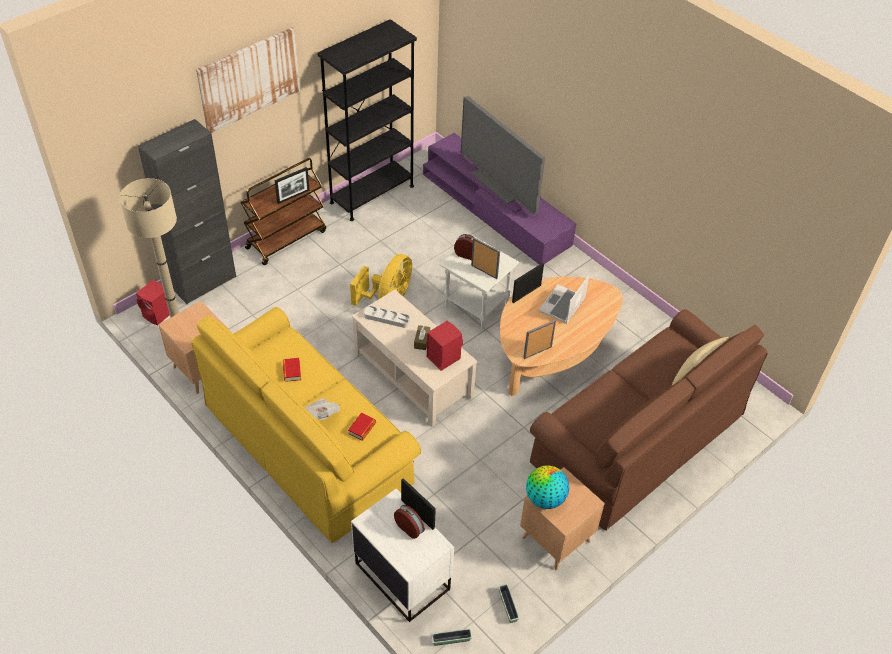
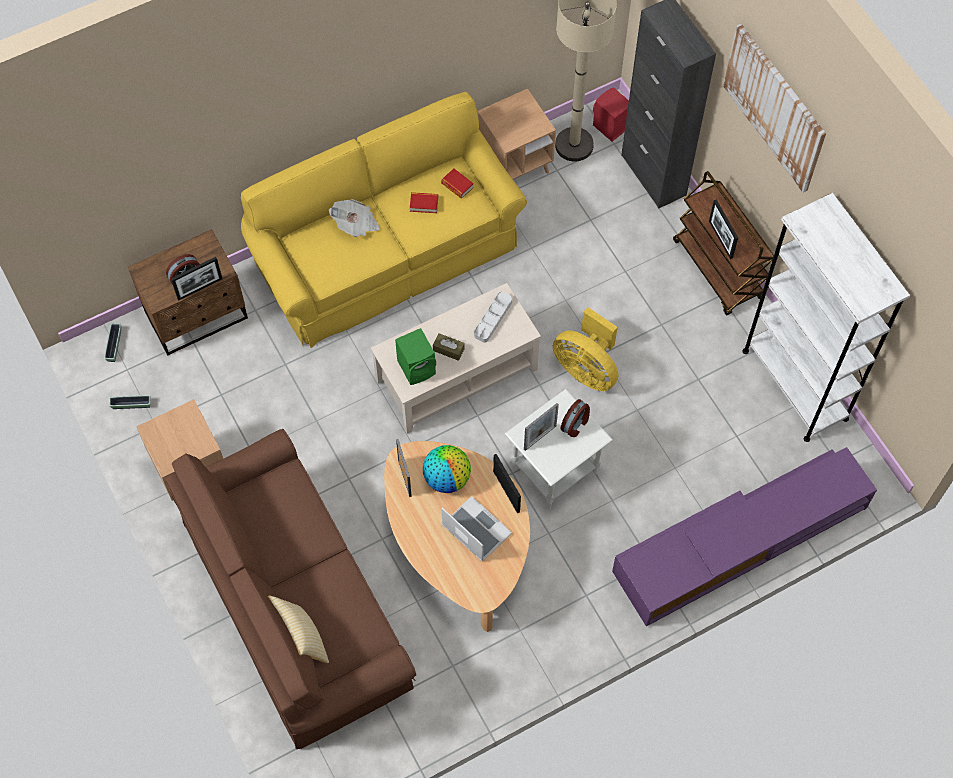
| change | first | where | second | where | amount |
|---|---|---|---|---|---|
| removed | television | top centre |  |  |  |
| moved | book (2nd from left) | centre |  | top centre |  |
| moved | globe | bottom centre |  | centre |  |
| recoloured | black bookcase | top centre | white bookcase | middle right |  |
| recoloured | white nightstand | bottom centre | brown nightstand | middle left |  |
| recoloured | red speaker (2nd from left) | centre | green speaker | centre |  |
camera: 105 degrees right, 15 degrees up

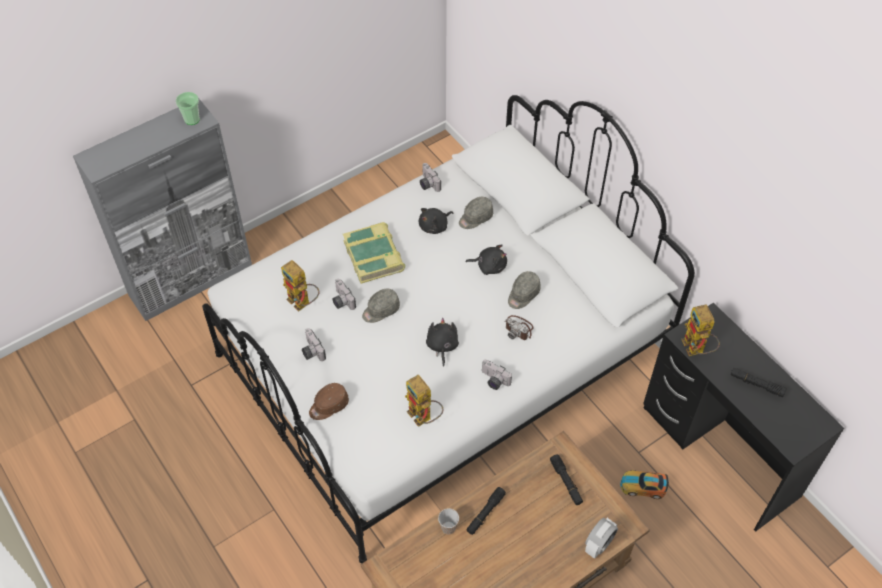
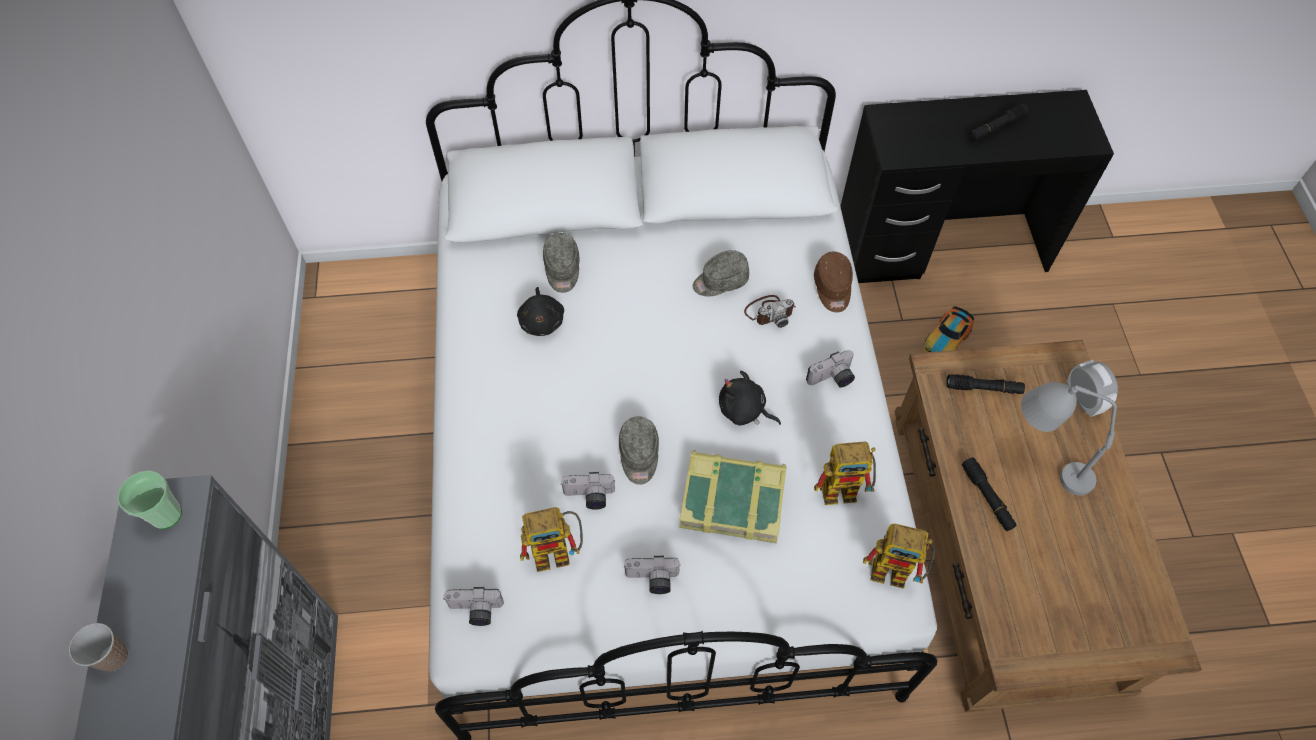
| change | first | where | second | where | amount |
|---|---|---|---|---|---|
| removed | black plush toy (3rd from left) | centre |  |  |  |
| added |  |  | grey table lamp | middle right |  |
| moved | brown cap | bottom centre |  | centre |  |
| moved | book | centre |  | bottom centre |  |
| moved | photo camera (3rd from left in the first image) | top centre | photo camera (1st from left) | bottom centre |  |
| moved | cup (2nd from left in the first image) | bottom centre | cup (1st from left) | bottom left |  |
| moved | toy robot (3rd from left) | middle right |  | bottom right |  |
| turned | grey cap (3rd from left) | centre |  | centre | 90 degrees clockwise |
camera: 60 degrees left, 5 degrees up

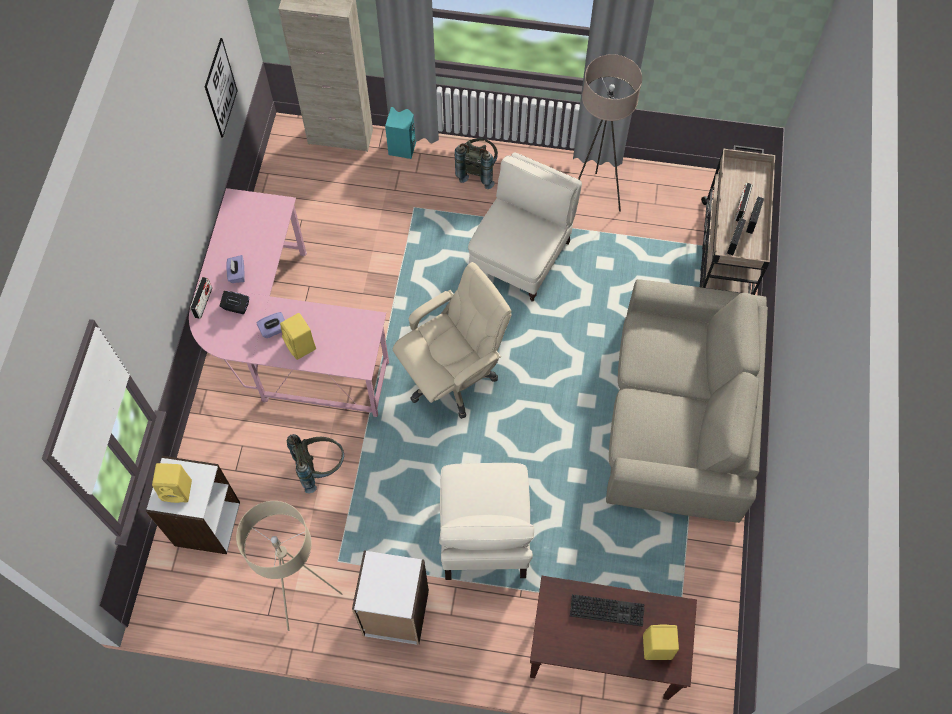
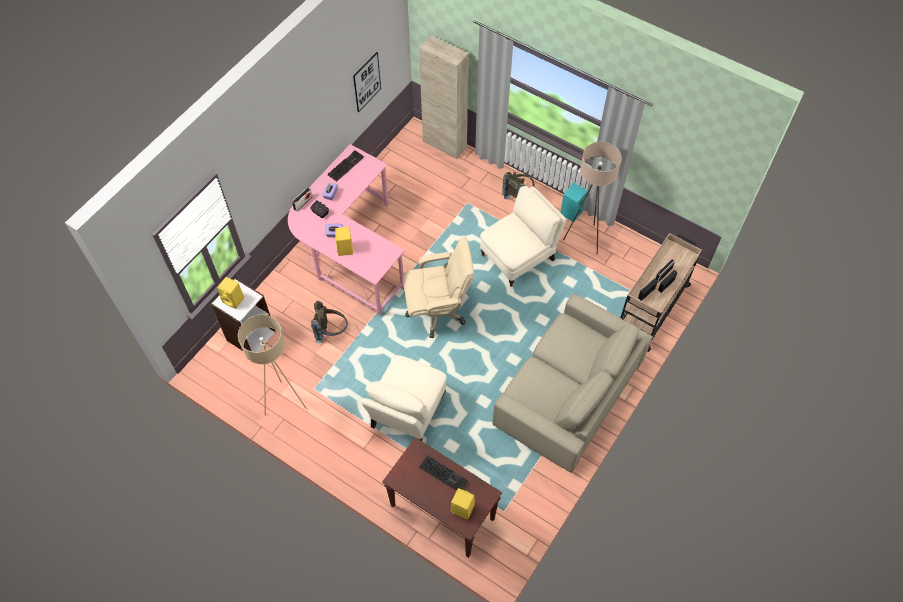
| change | first | where | second | where | amount |
|---|---|---|---|---|---|
| removed | white bookcase (2nd from left) | bottom centre |  |  |  |
| added |  |  | keyboard (1st from left) | top centre |  |
| moved | turquoise speaker | top centre |  | centre |  |
camera: 25 degrees right, 5 degrees down

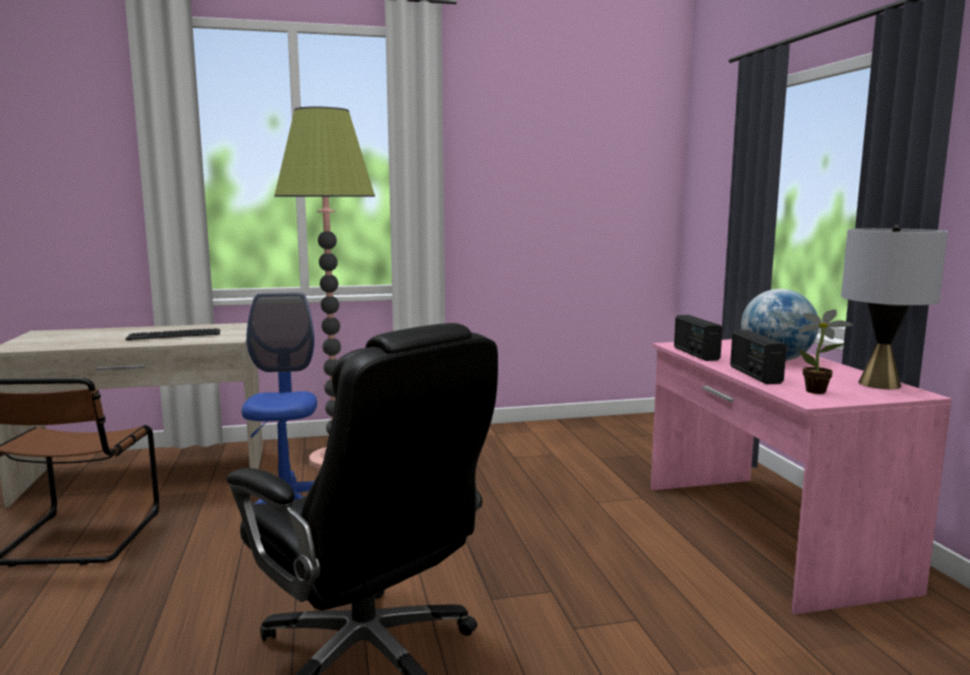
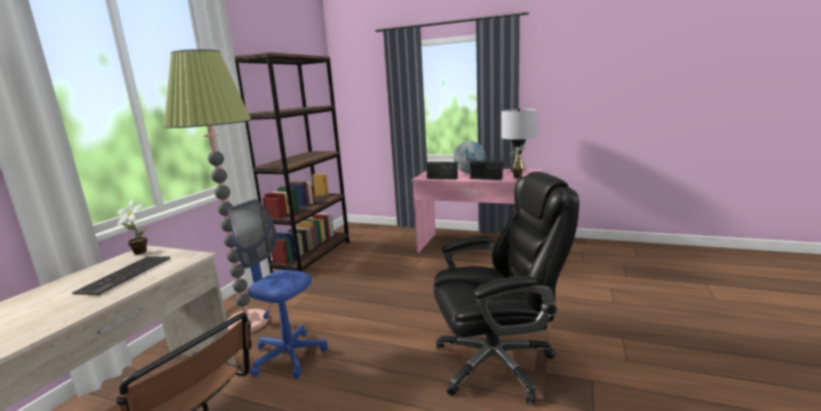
| change | first | where | second | where | amount |
|---|---|---|---|---|---|
| added |  |  | potted plant (1st from left) | middle left |  |
| added |  |  | brown bookcase | centre |  |
camera: 55 degrees left, 5 degrees up

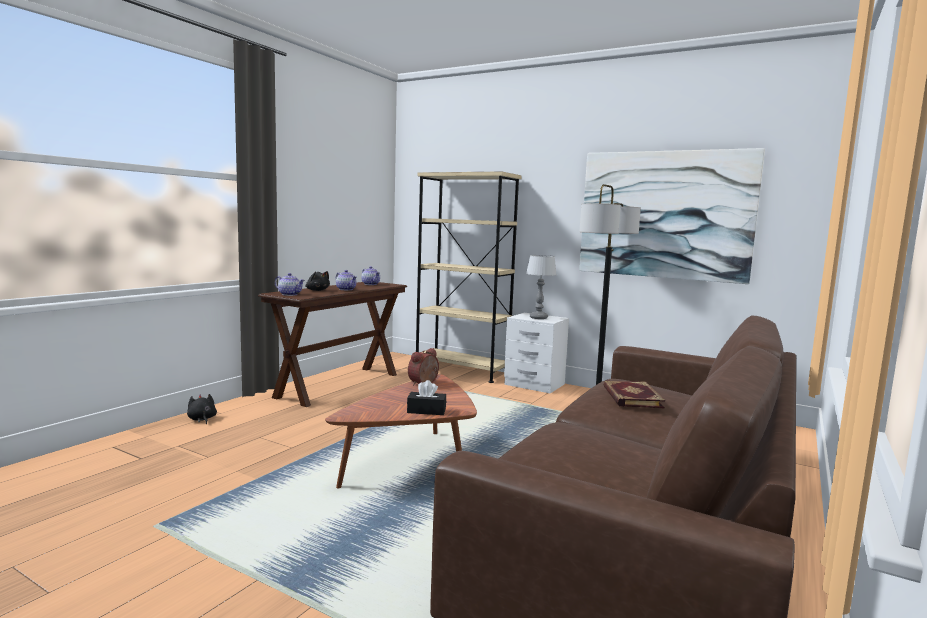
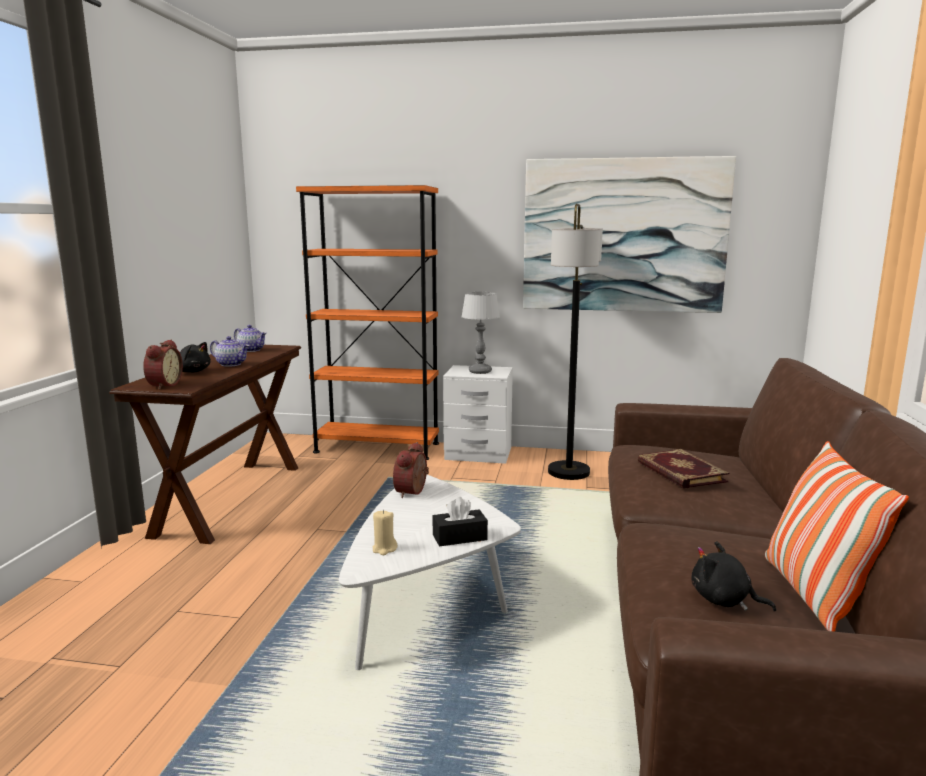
| change | first | where | second | where | amount |
|---|---|---|---|---|---|
| added |  |  | beige candle | bottom centre |  |
| added |  |  | pillow | bottom right |  |
| moved | black plush toy (1st from left in the first image) | middle left | black plush toy (2nd from left) | bottom right |  |
| replaced | teapot (1st from left) | middle left | alarm clock (1st from left) | middle left |  |
| recoloured | brown coffee table | bottom centre | white coffee table | bottom centre |  |
| recoloured | beige bookcase | centre | orange bookcase | centre |  |
camera: 20 degrees left, 5 degrees up

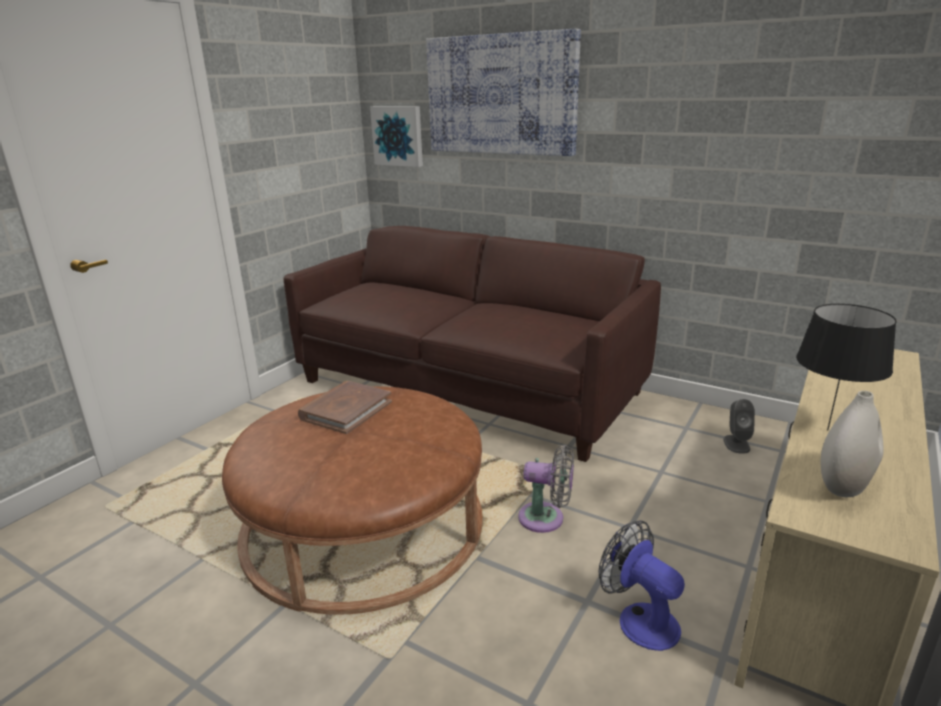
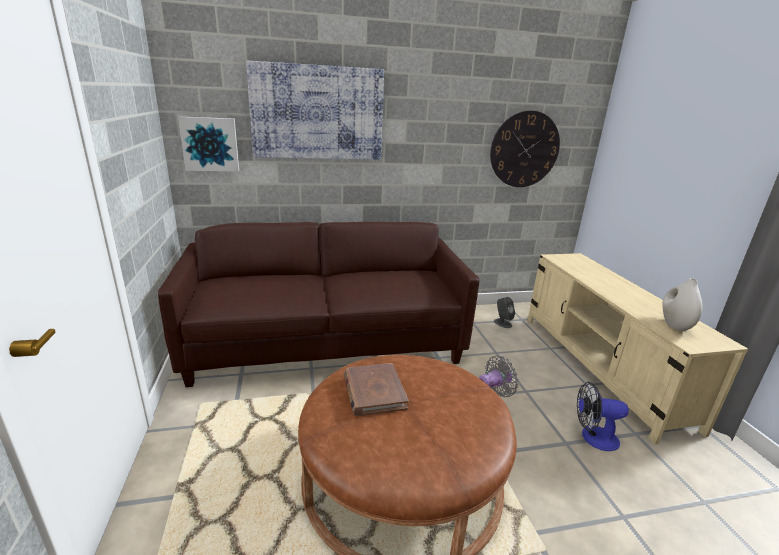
| change | first | where | second | where | amount |
|---|---|---|---|---|---|
| removed | black table lamp | middle right |  |  |  |
| added |  |  | wall clock | top right |  |
camera: 45 degrees left, 0 degrees up

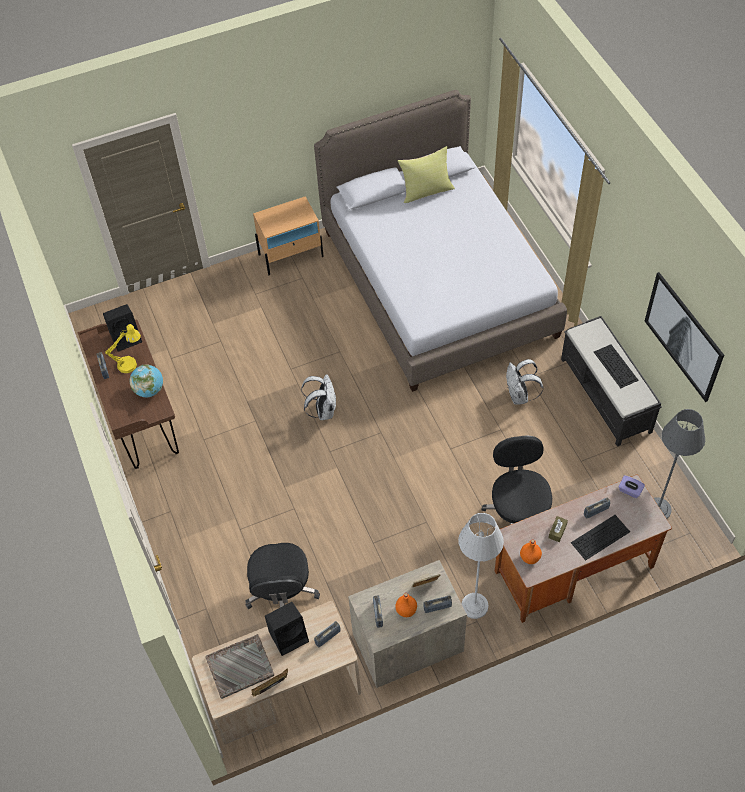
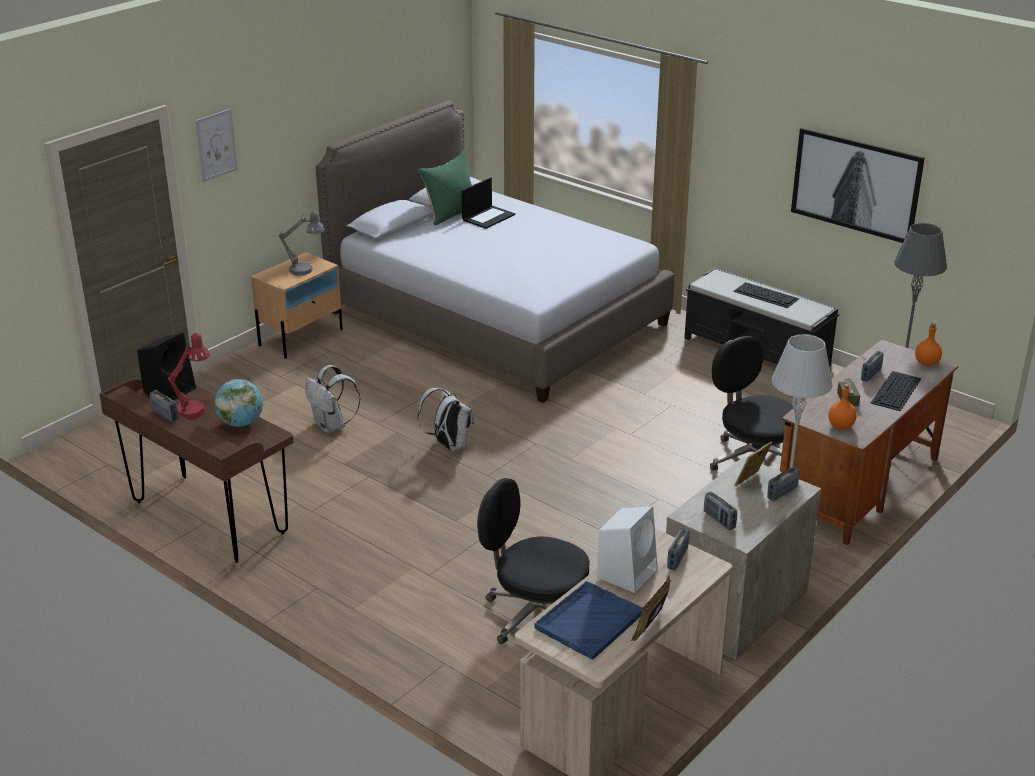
| change | first | where | second | where | amount |
|---|---|---|---|---|---|
| removed | purple tissue box | middle right |  |  |  |
| added |  |  | picture (1st from left) | top left |  |
| added |  |  | grey table lamp | top left |  |
| added |  |  | laptop | top centre |  |
| moved | orange bottle (1st from left in the first image) | bottom centre | orange bottle (2nd from left) | middle right |  |
| moved | white backpack (2nd from left in the first image) | middle right | white backpack (1st from left) | middle left |  |
| recoloured | yellow table lamp | middle left | red table lamp | middle left |  |
| recoloured | grey tray | bottom left | blue tray | bottom centre |  |
| recoloured | black speaker (2nd from left) | bottom centre | white speaker | bottom centre |  |
| recoloured | yellow pillow | top centre | green pillow | top centre |  |
| turned | black office chair (1st from left) | bottom centre |  | bottom centre | 150 degrees clockwise |
camera: 30 degrees left, 25 degrees down

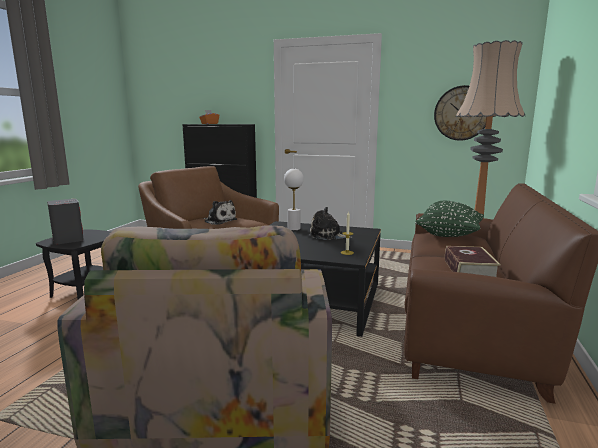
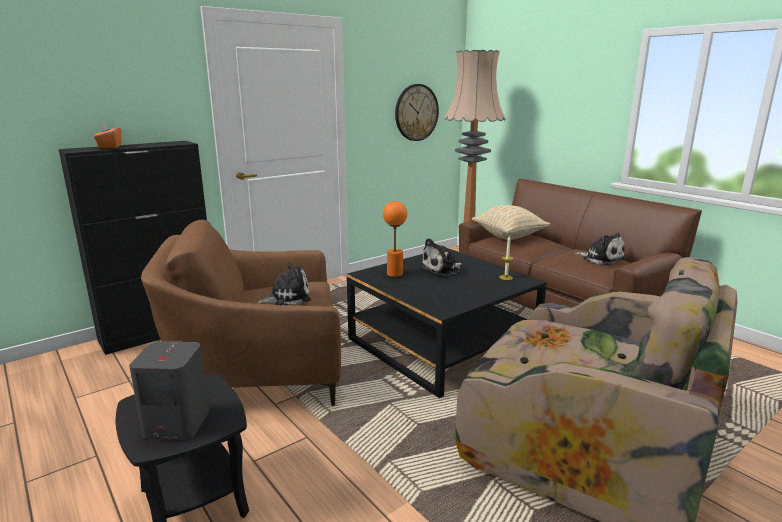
| change | first | where | second | where | amount |
|---|---|---|---|---|---|
| replaced | book | middle right | plush toy (3rd from left) | middle right |  |
| recoloured | white table lamp | centre | orange table lamp | centre |  |
| recoloured | green pillow | middle right | beige pillow | centre |  |
camera: 55 degrees left, 5 degrees up

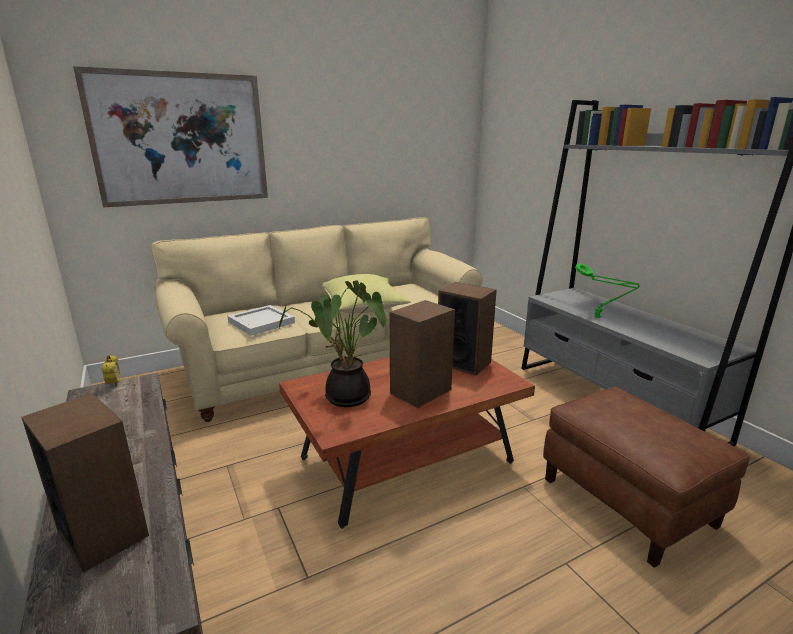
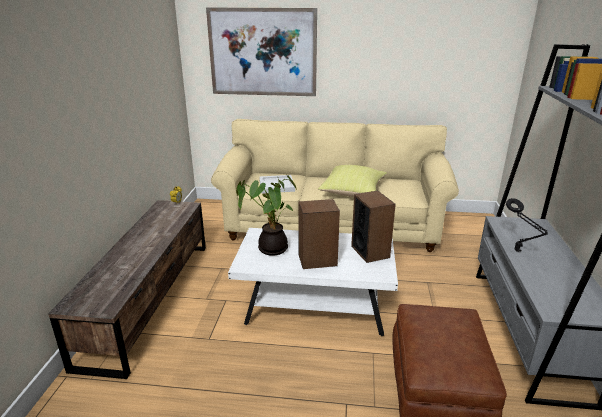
| change | first | where | second | where | amount |
|---|---|---|---|---|---|
| removed | speaker (1st from left) | bottom left |  |  |  |
| recoloured | brown coffee table | bottom centre | white coffee table | bottom centre |  |
| recoloured | green table lamp | middle right | black table lamp | middle right |  |
camera: 35 degrees right, 5 degrees up

